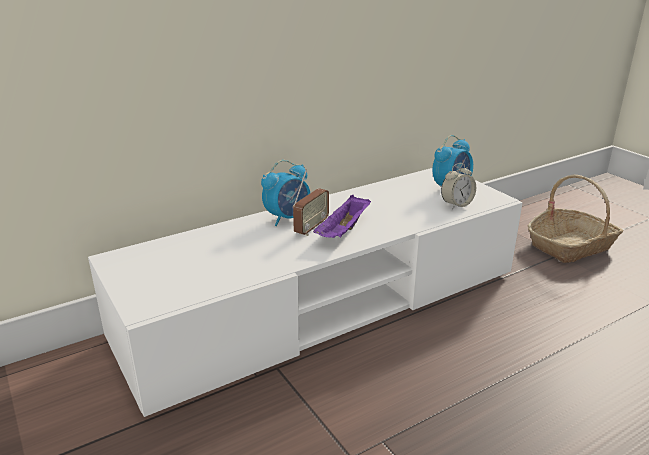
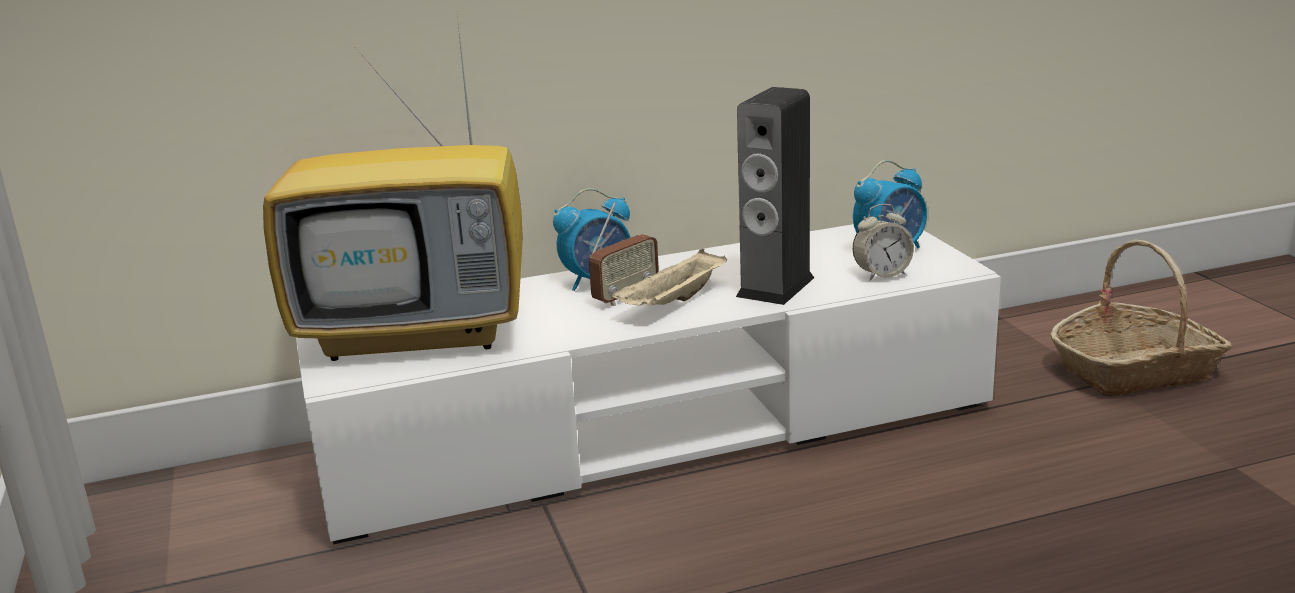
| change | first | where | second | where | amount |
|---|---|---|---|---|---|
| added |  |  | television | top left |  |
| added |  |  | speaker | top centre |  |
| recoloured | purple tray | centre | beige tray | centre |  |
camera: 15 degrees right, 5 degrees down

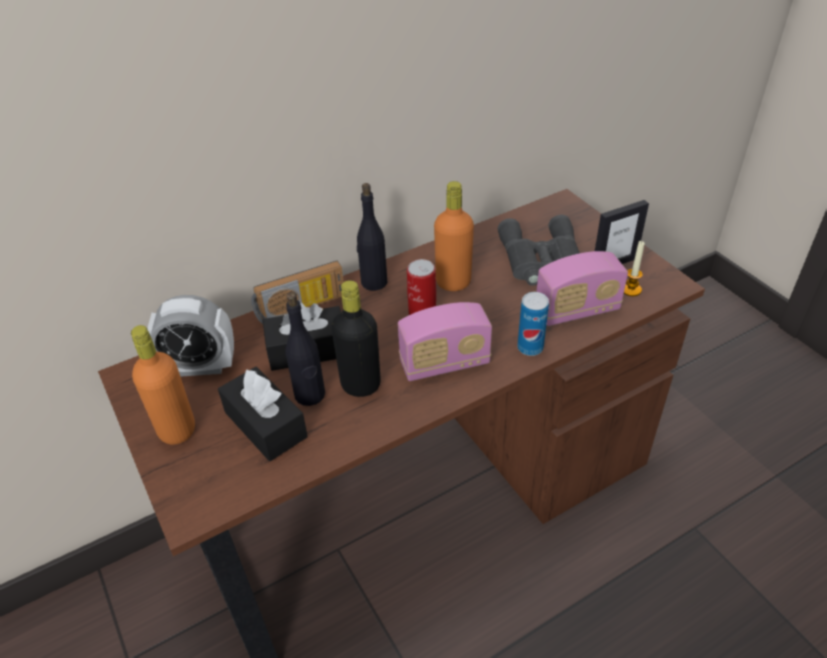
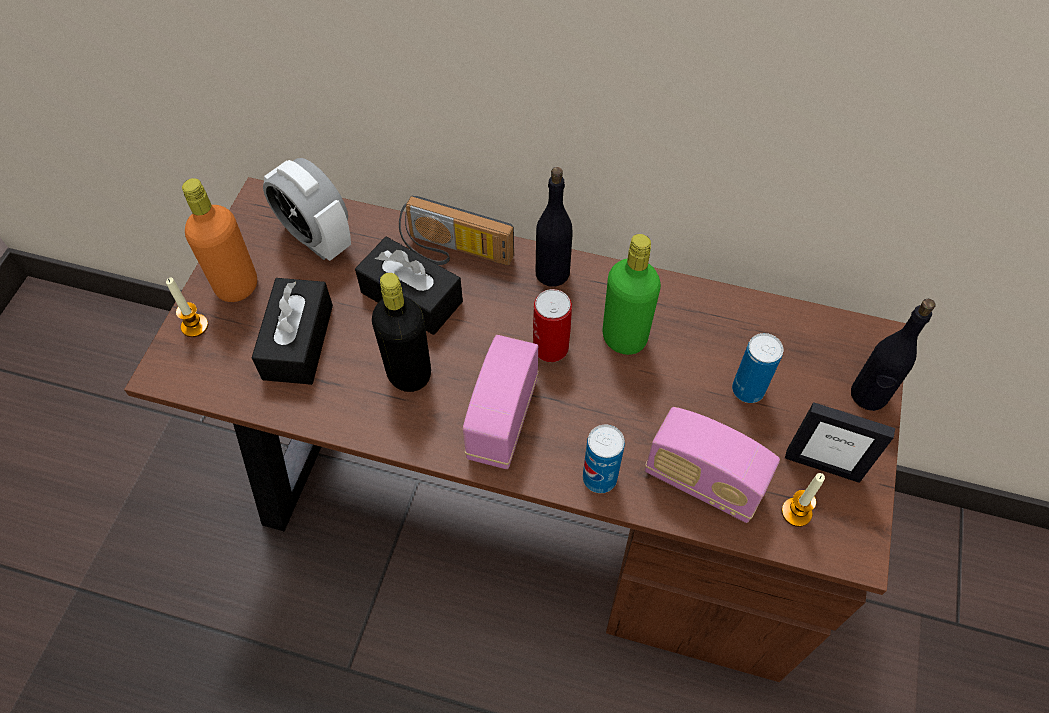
| change | first | where | second | where | amount |
|---|---|---|---|---|---|
| added |  |  | candle (1st from left) | middle left |  |
| moved | black bottle (1st from left in the first image) | centre | black bottle (3rd from left) | middle right |  |
| replaced | grey binoculars | centre | can (3rd from left) | middle right |  |
| recoloured | orange bottle (2nd from left) | centre | green bottle | centre |  |
| turned | radio (2nd from left) | centre |  | centre | 75 degrees clockwise |
camera: 45 degrees right, 15 degrees up

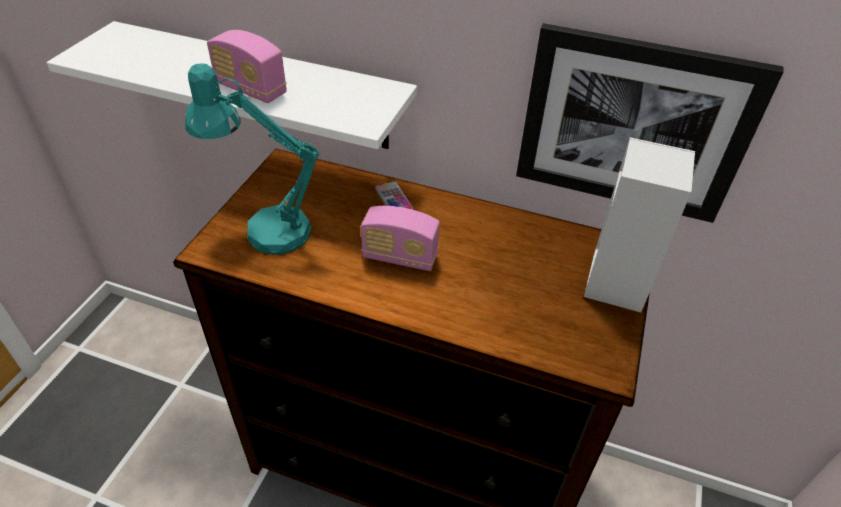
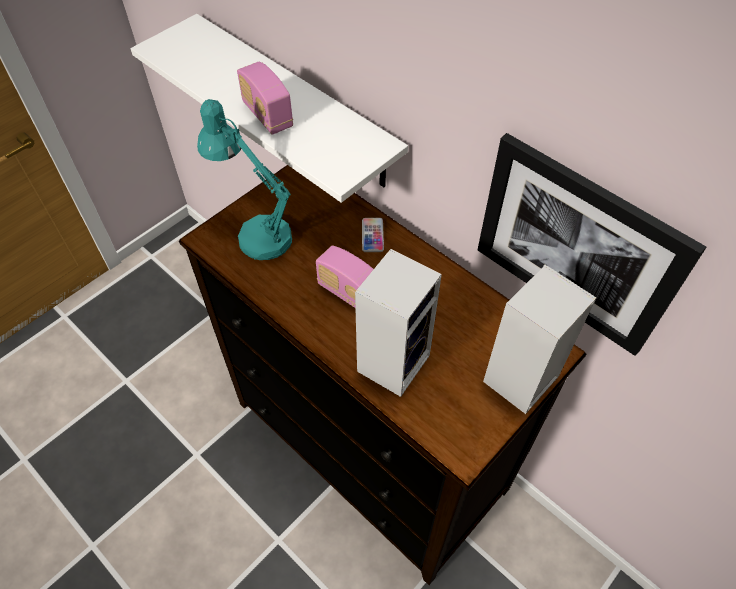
| change | first | where | second | where | amount |
|---|---|---|---|---|---|
| added |  |  | speaker (1st from left) | centre |  |
camera: 25 degrees right, 10 degrees up

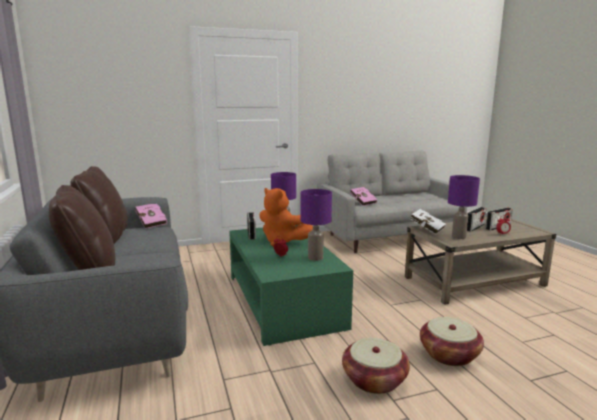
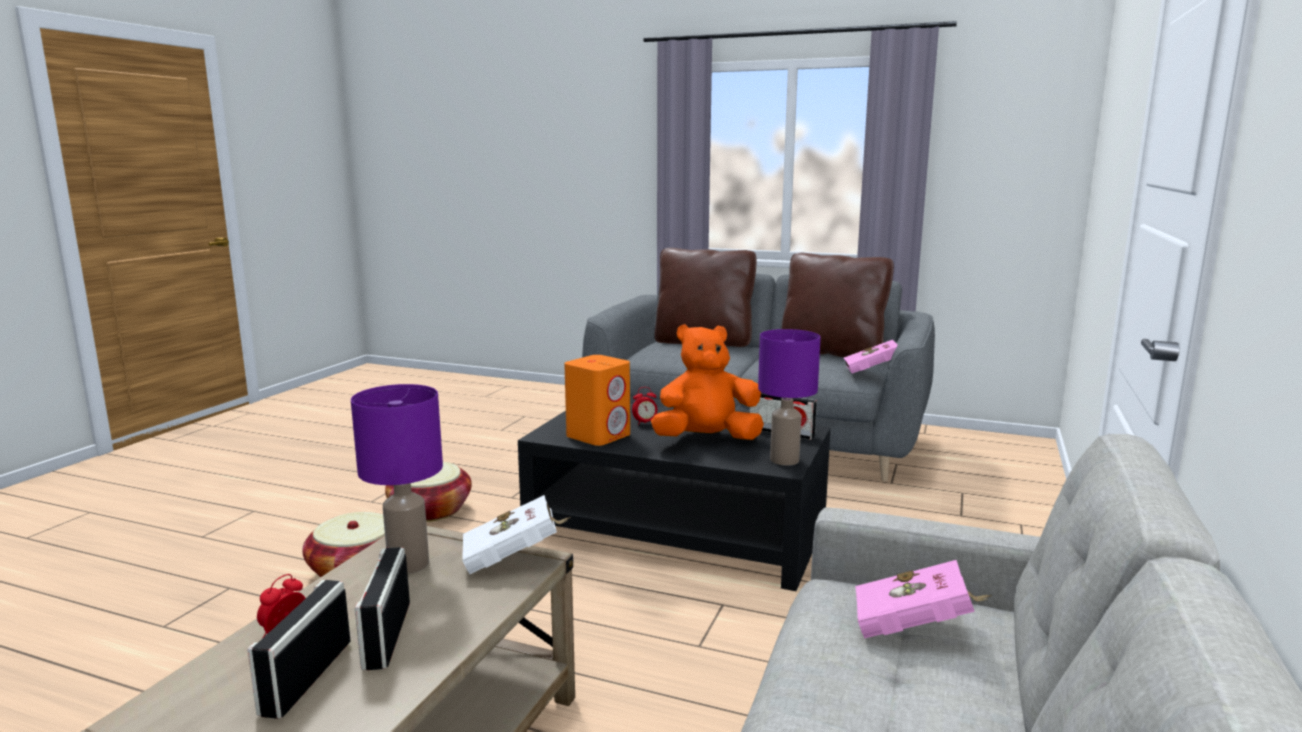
| change | first | where | second | where | amount |
|---|---|---|---|---|---|
| replaced | purple table lamp (2nd from left) | centre | orange speaker | centre |  |
| recoloured | green coffee table | bottom centre | black coffee table | bottom centre |  |
camera: 130 degrees right, 0 degrees up

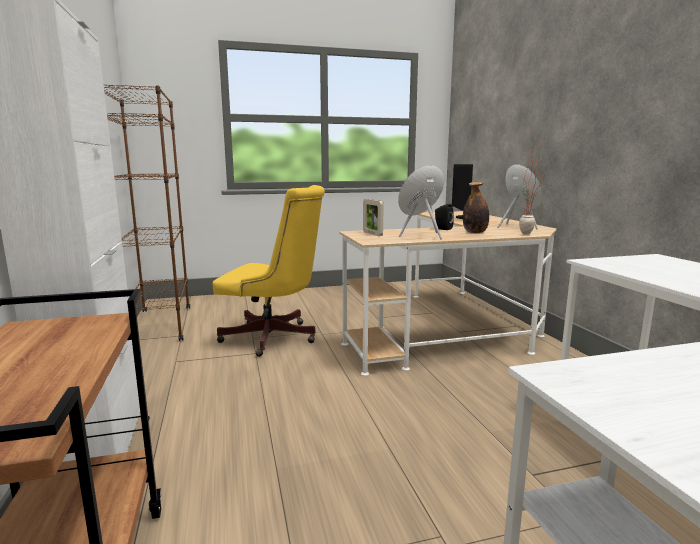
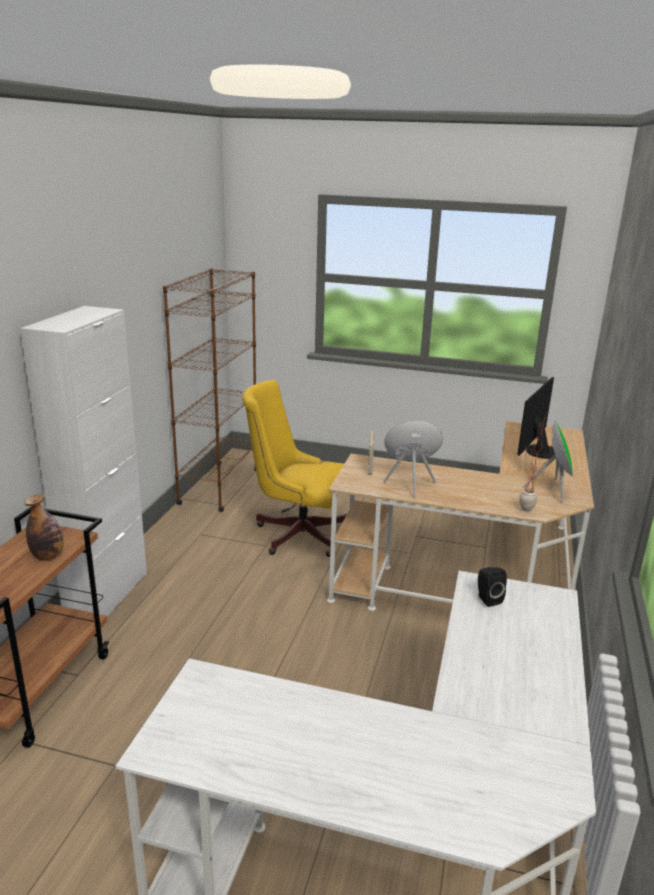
| change | first | where | second | where | amount |
|---|---|---|---|---|---|
| moved | black speaker | centre |  | middle right |  |
| moved | bottle | middle right |  | middle left |  |
| turned | yellow office chair | centre |  | centre | 150 degrees clockwise |
camera: 30 degrees right, 10 degrees up

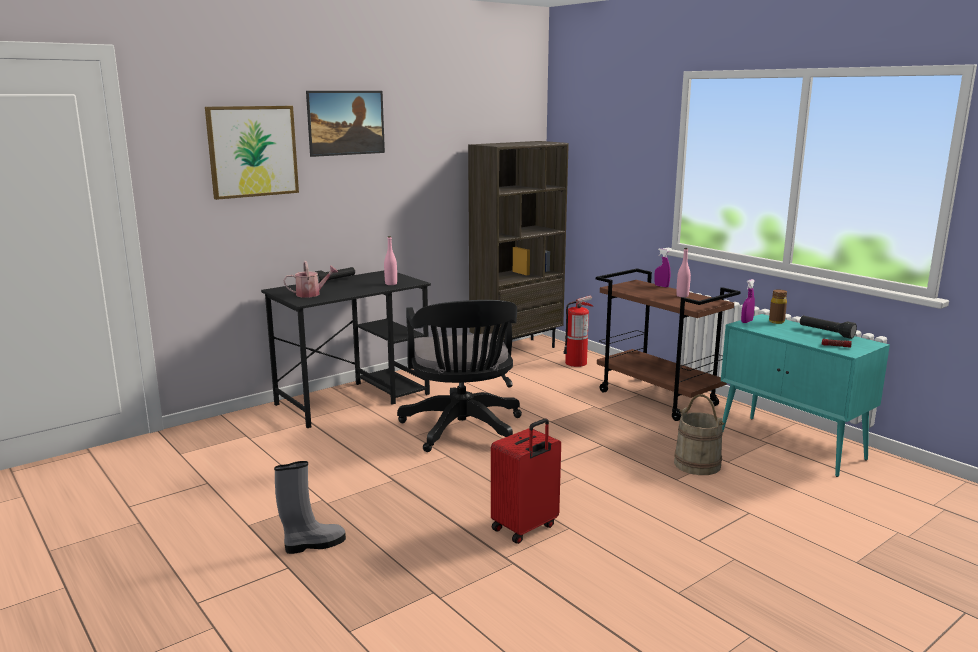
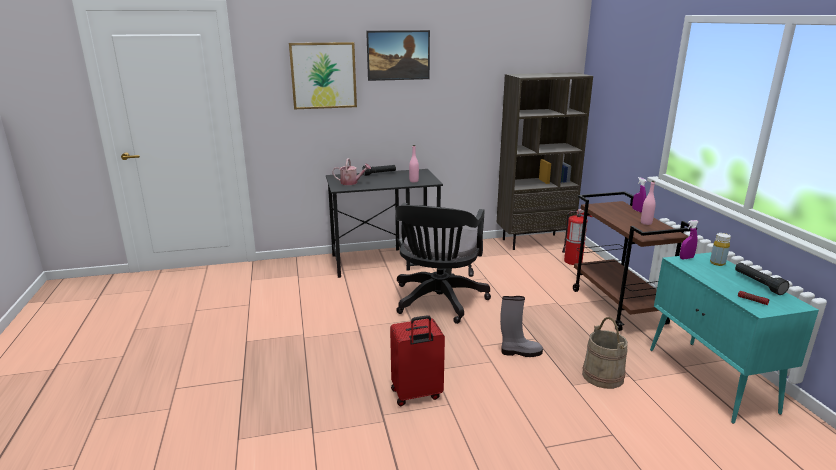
| change | first | where | second | where | amount |
|---|---|---|---|---|---|
| moved | grey boot | bottom left |  | bottom centre |  |
| recoloured | brown bottle | middle right | yellow bottle | middle right |  |
camera: 25 degrees right, 5 degrees up

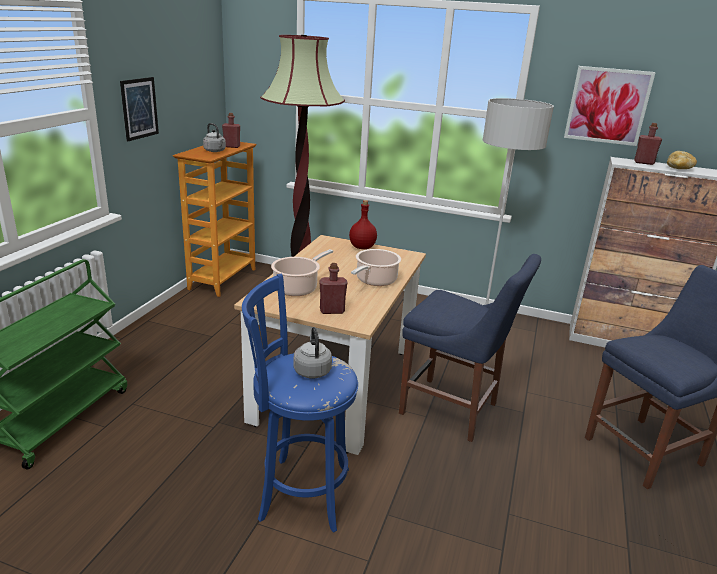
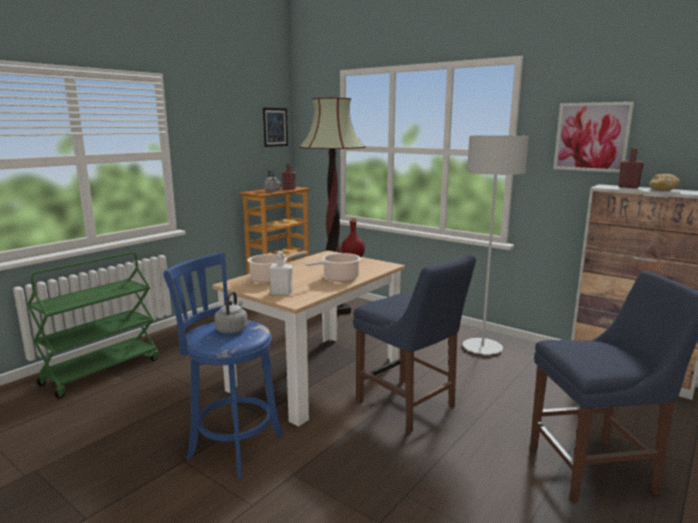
| change | first | where | second | where | amount |
|---|---|---|---|---|---|
| moved | picture (1st from left) | top left |  | top centre |  |
| recoloured | red bottle (2nd from left) | centre | white bottle | centre |  |
camera: 20 degrees right, 10 degrees down

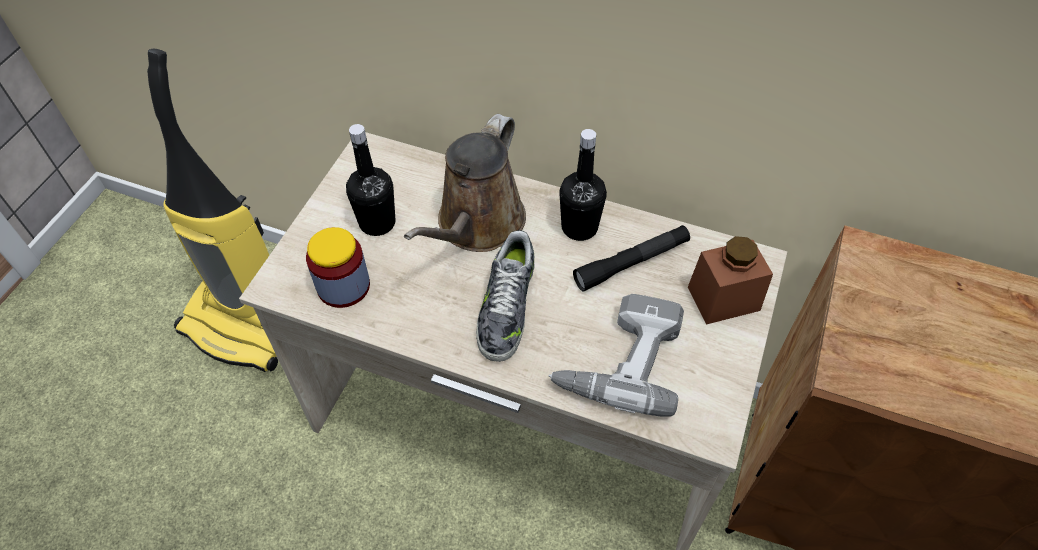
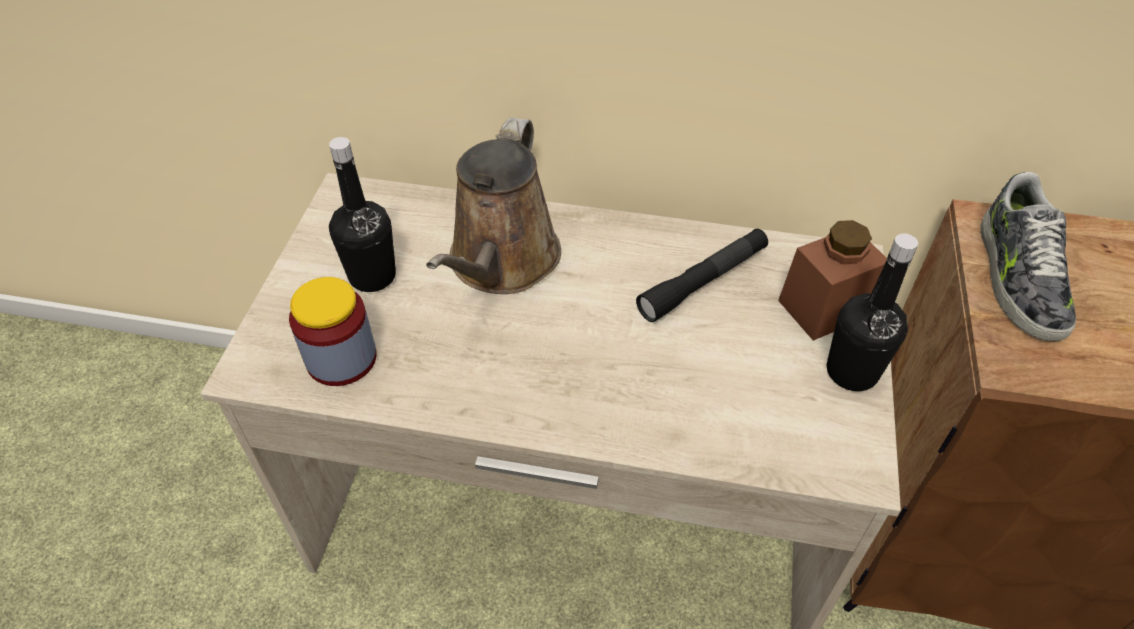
| change | first | where | second | where | amount |
|---|---|---|---|---|---|
| removed | vacuum cleaner | middle left |  |  |  |
| removed | power drill | centre |  |  |  |
| moved | shoe | centre |  | middle right |  |
| moved | black bottle (2nd from left) | centre |  | middle right |  |
camera: 10 degrees left, 5 degrees down

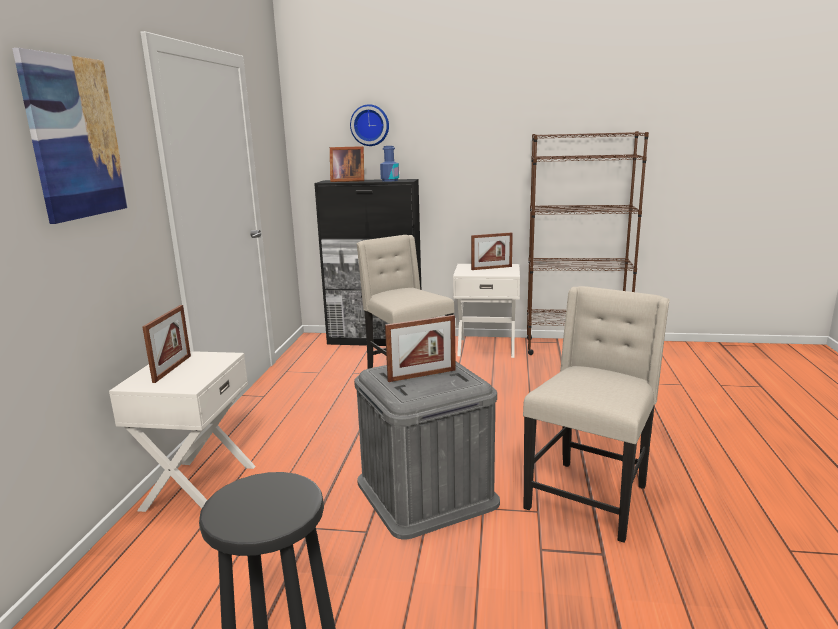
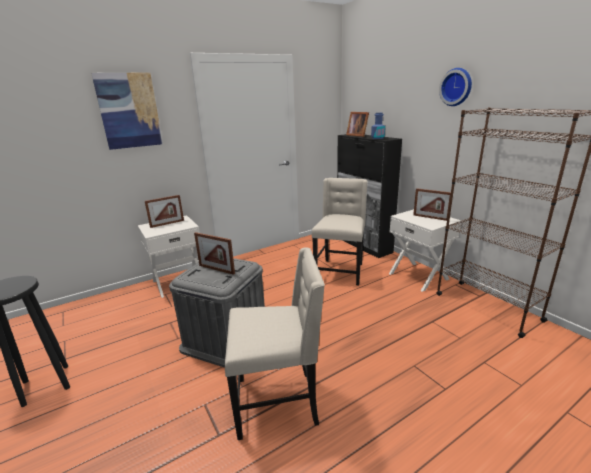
| change | first | where | second | where | amount |
|---|---|---|---|---|---|
| moved | wall clock | top centre |  | top right |  |
camera: 50 degrees right, 5 degrees up

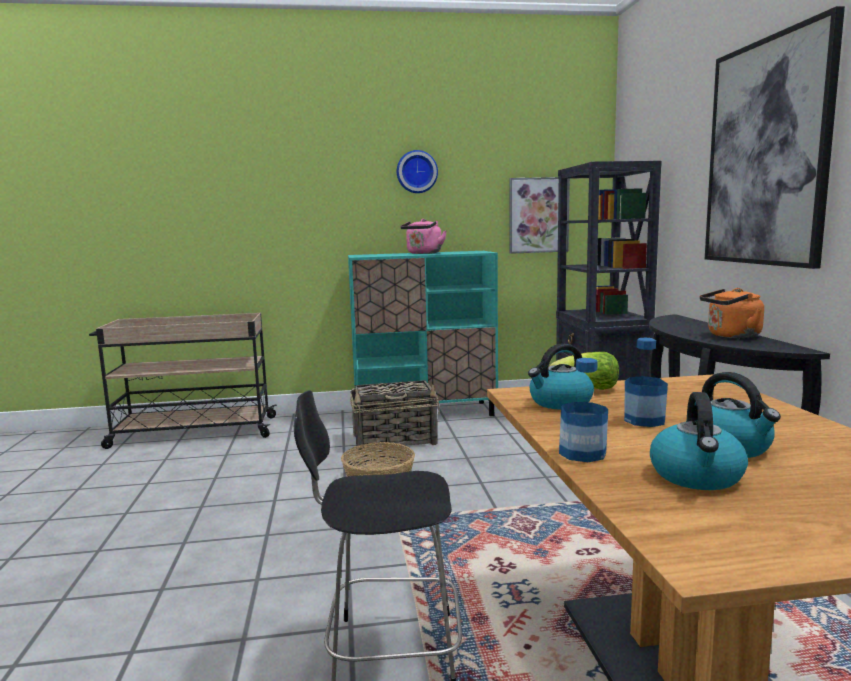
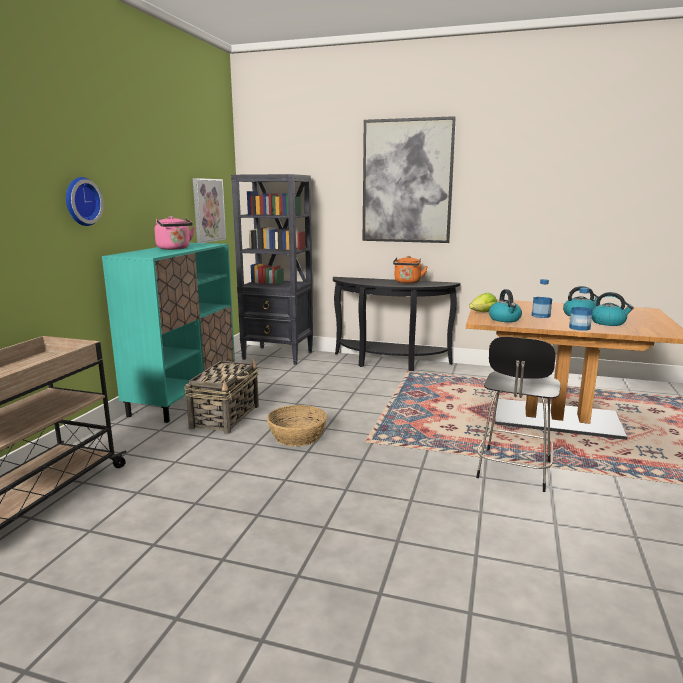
| change | first | where | second | where | amount |
|---|---|---|---|---|---|
| moved | wall clock | top centre |  | top left |  |
camera: 65 degrees left, 5 degrees up

